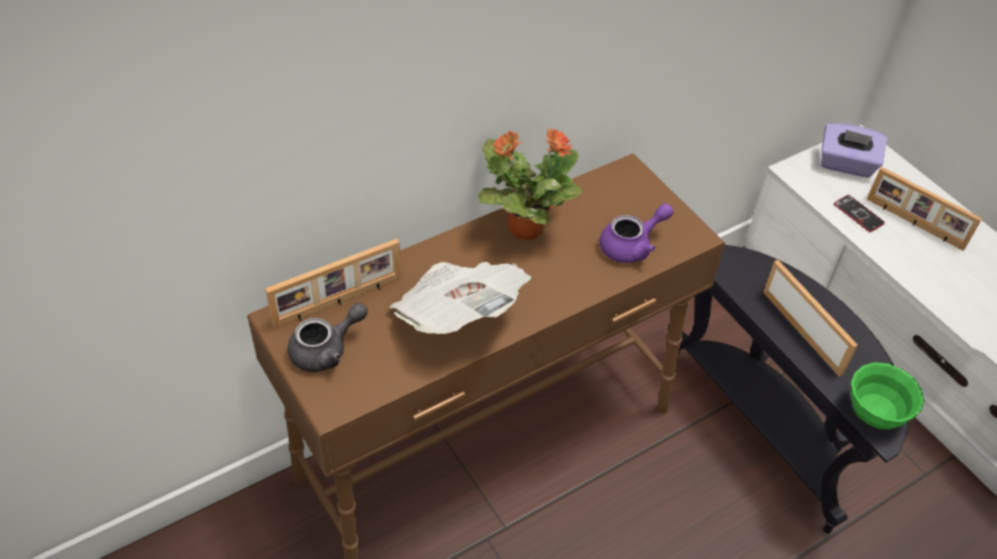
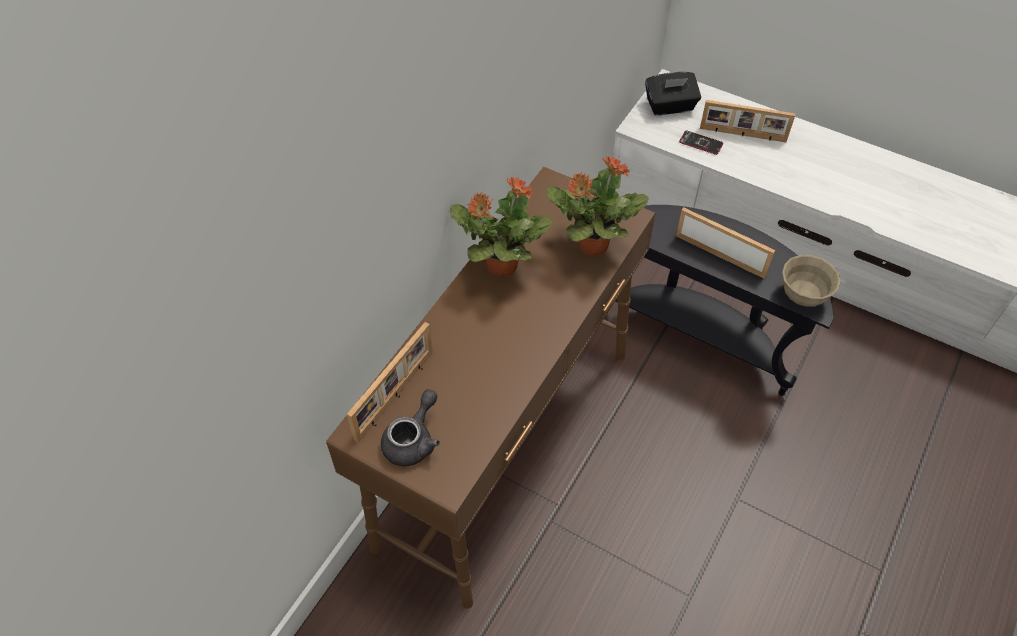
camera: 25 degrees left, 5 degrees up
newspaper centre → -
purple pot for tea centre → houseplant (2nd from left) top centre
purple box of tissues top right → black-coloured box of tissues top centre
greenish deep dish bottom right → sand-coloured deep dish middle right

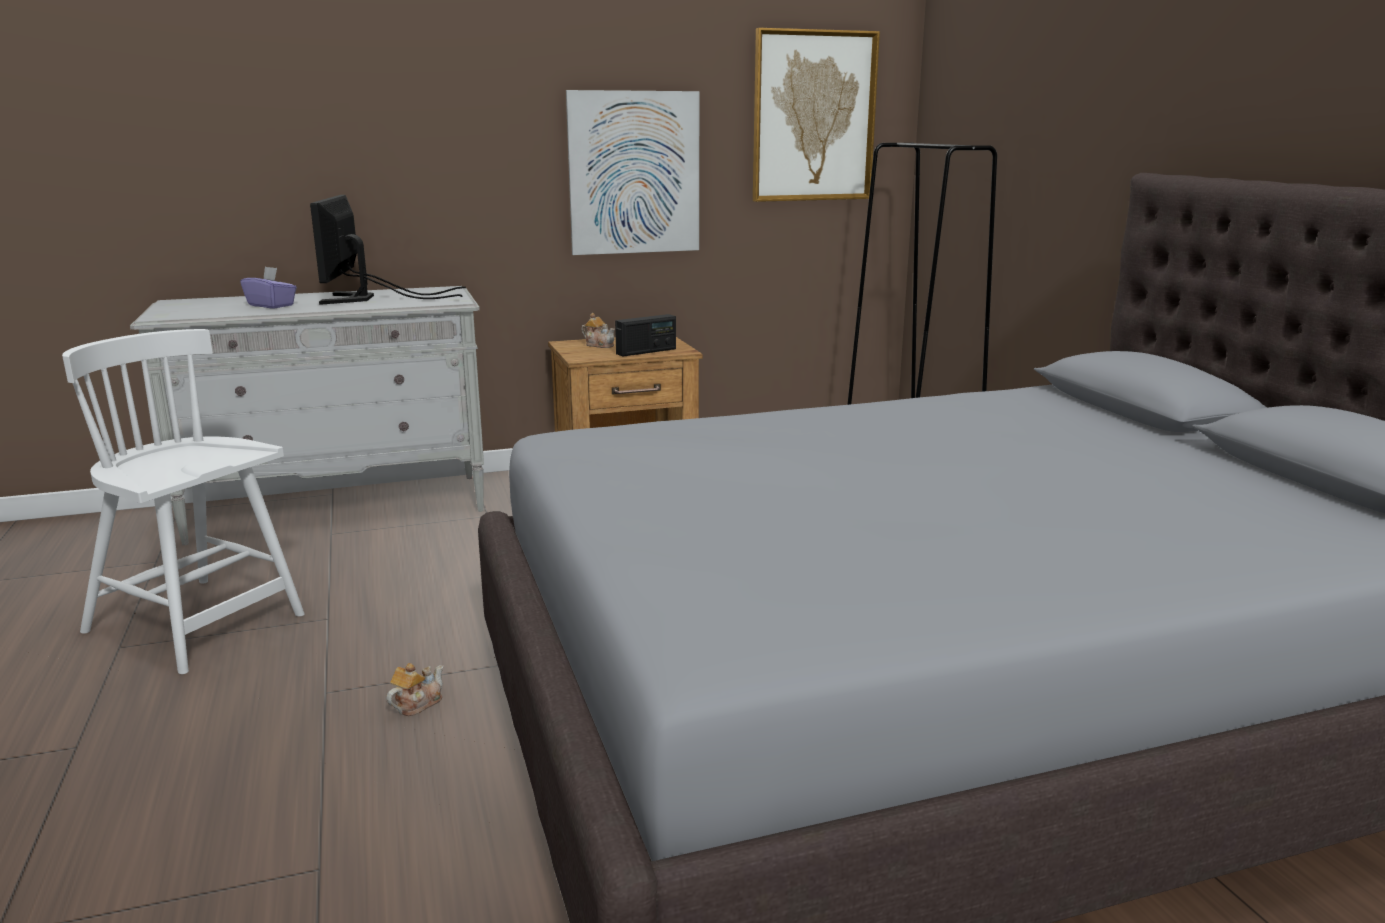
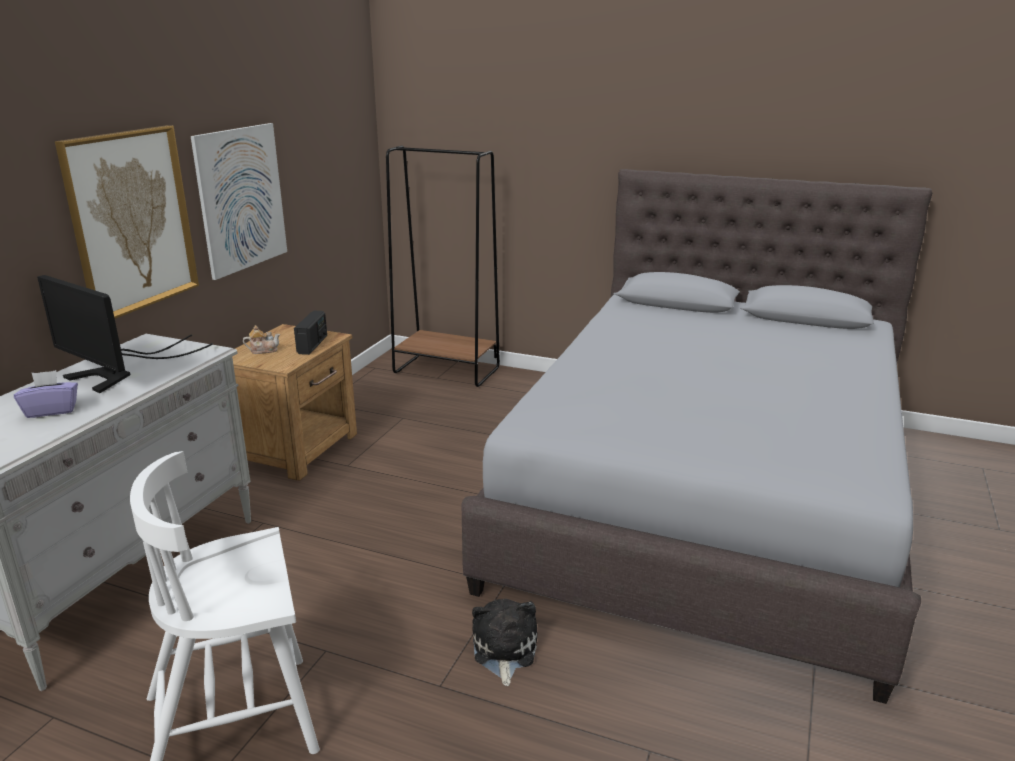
camera: 50 degrees left, 5 degrees up
wall art (2nd from left in the first image) top centre → wall art (1st from left) top left, move
pot for tea (1st from left) bottom left → soft toy bottom centre

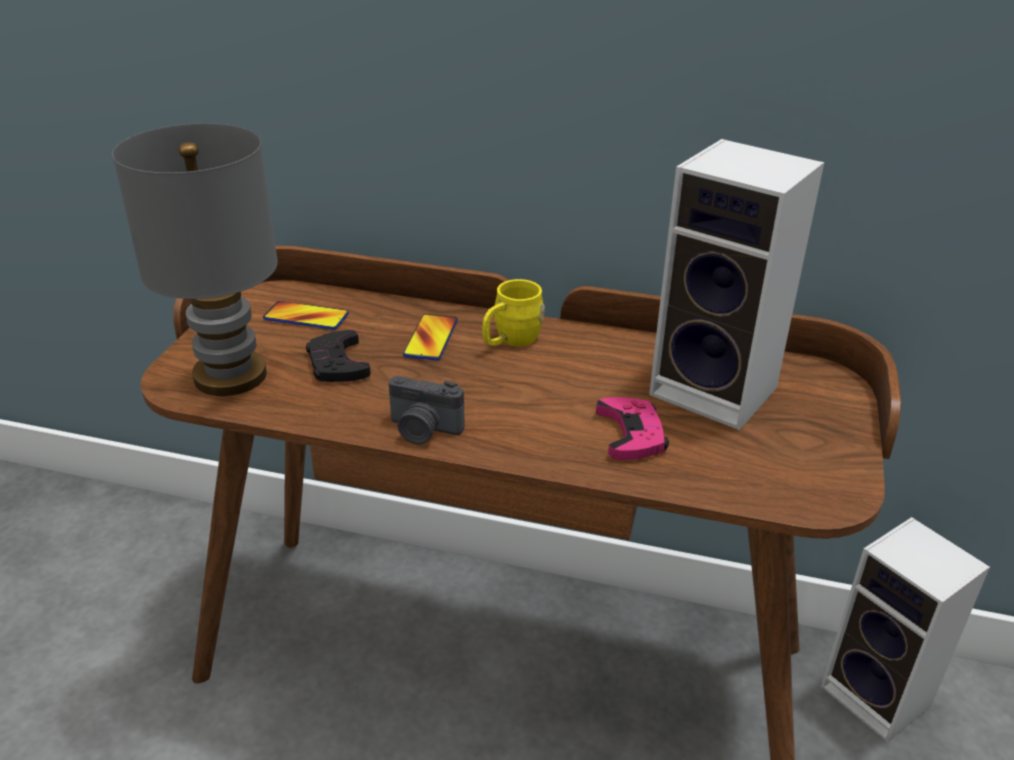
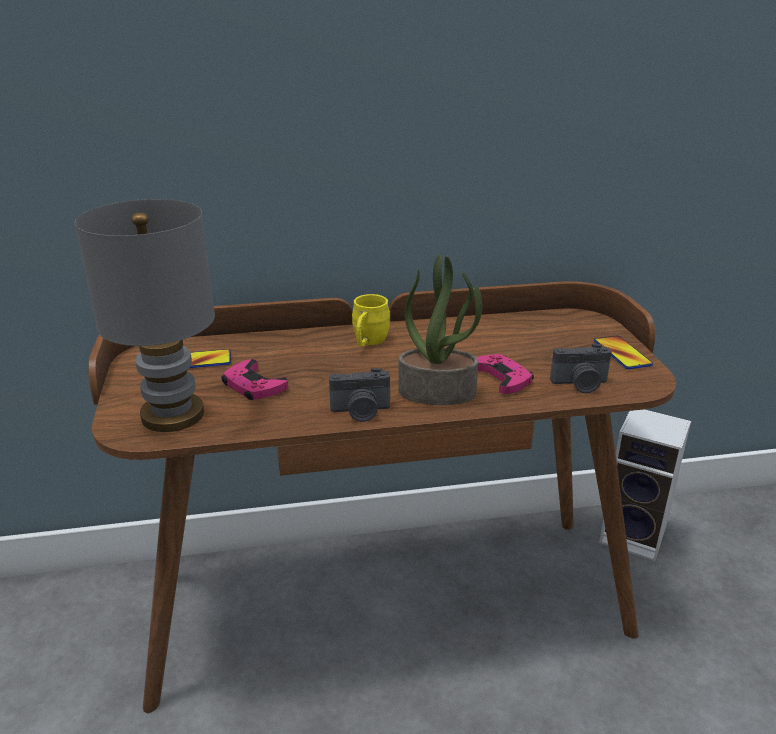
camera: 25 degrees left, 5 degrees down
audio speaker (1st from left) middle right → -
- → houseplant centre
- → still camera (2nd from left) middle right
telephone (2nd from left) centre → telephone (2nd from left) middle right, move
black-coloured game controller centre → pink-coloured game controller (1st from left) middle left

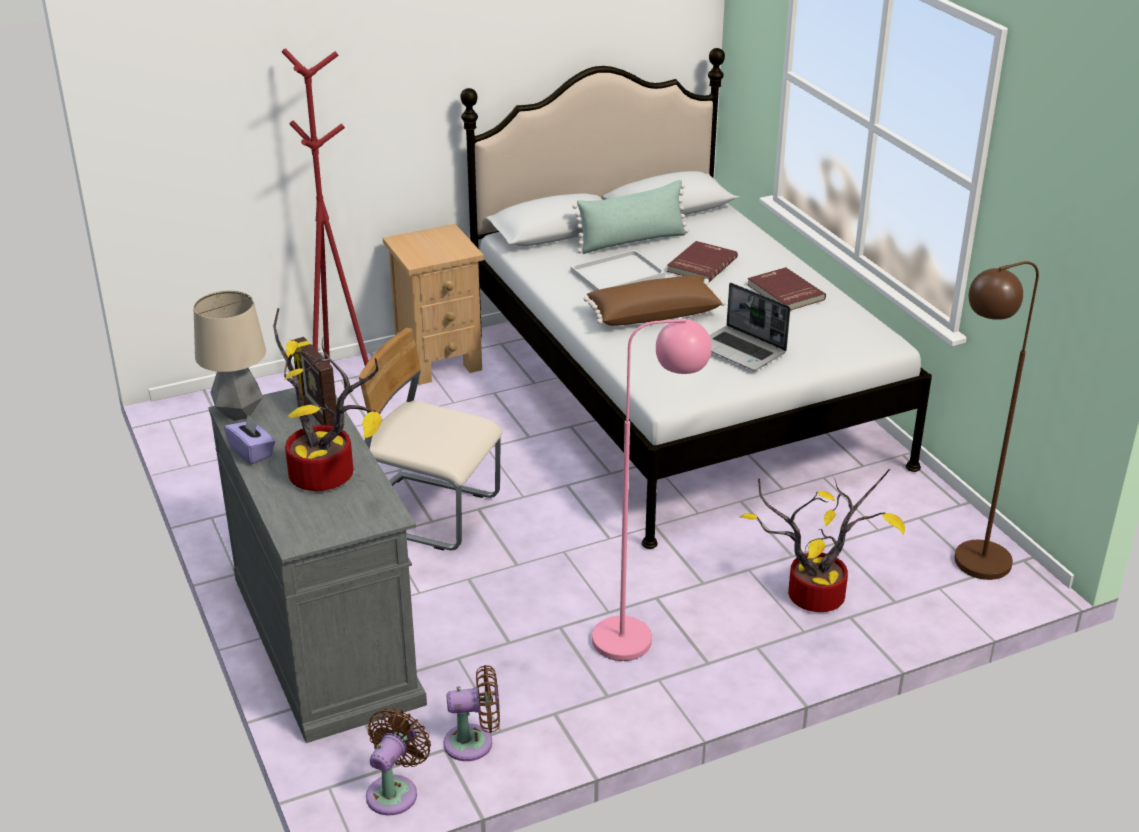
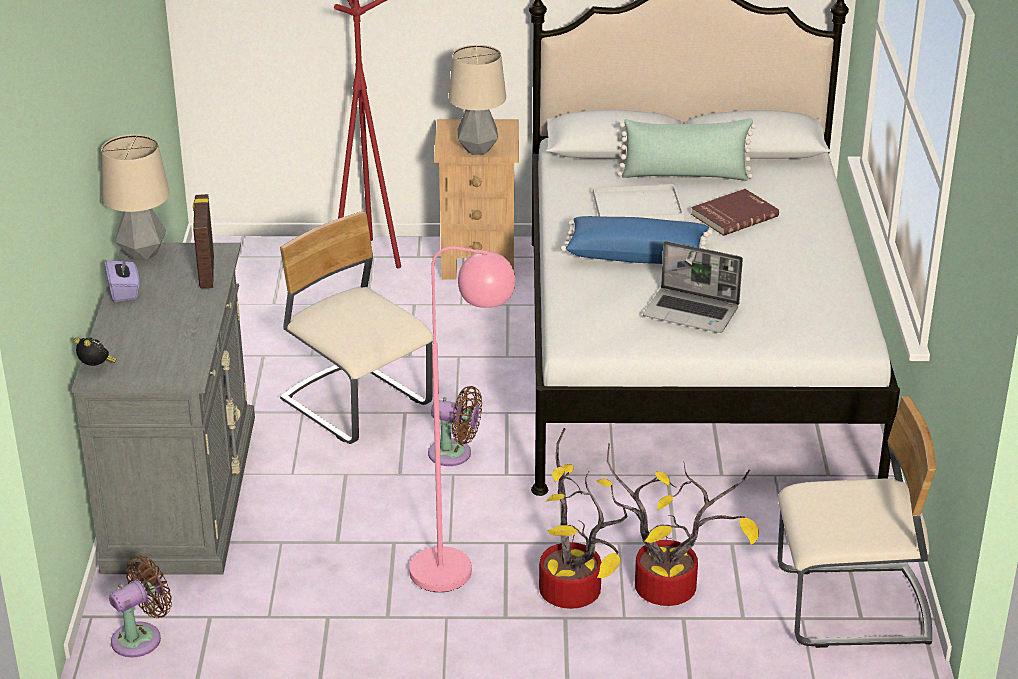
camera: 25 degrees right, 0 degrees up
red book (2nd from left) middle right → -
- → alarm clock middle left
- → lamp for a table (2nd from left) top centre
houseplant (1st from left) middle left → houseplant (1st from left) bottom centre, move
brownish electric fan (2nd from left) bottom centre → brownish electric fan (2nd from left) centre, move
brownish standard lamp middle right → sand-coloured chair (2nd from left) bottom right
brownish pillow centre → blue pillow centre
notebook computer centre → notebook computer middle right, 45 degrees counterclockwise

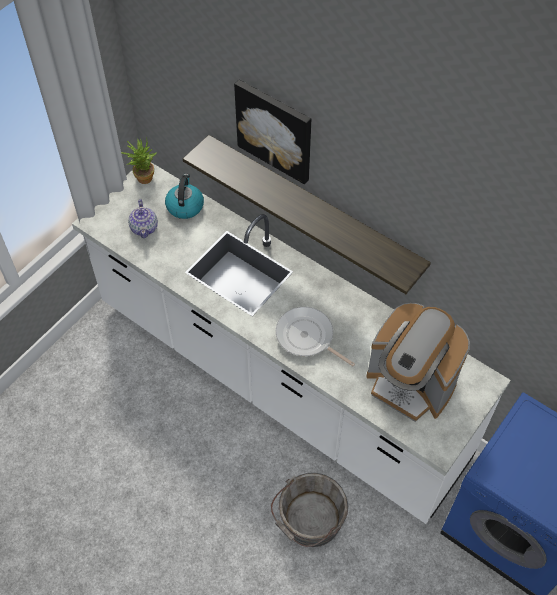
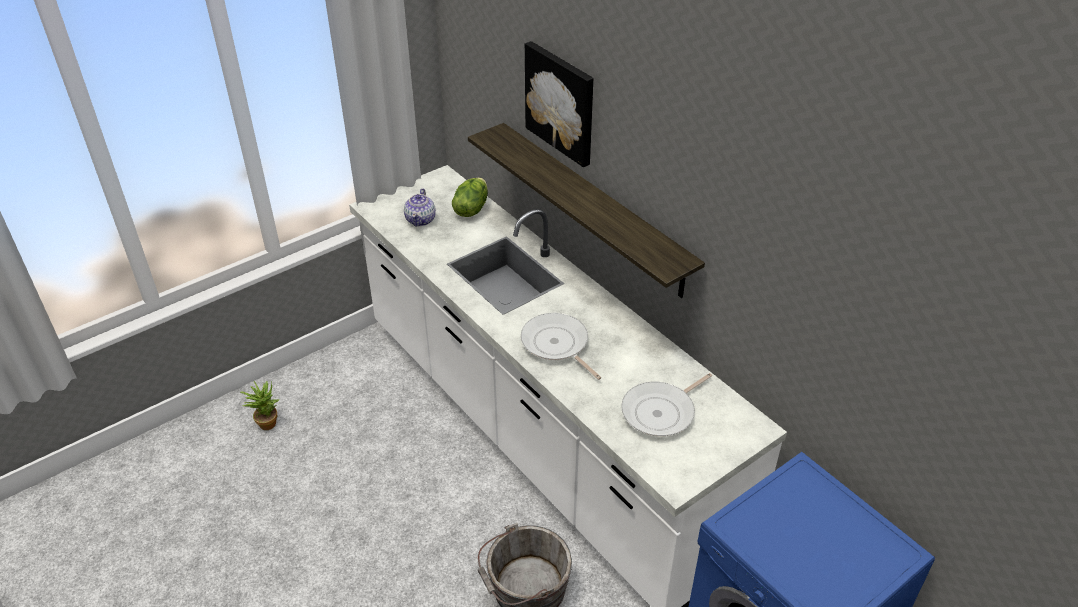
camera: 15 degrees right, 15 degrees down
houseplant top left → houseplant bottom left, move
water kettle top left → head of lettuce top centre
coffee maker middle right → pan (2nd from left) centre

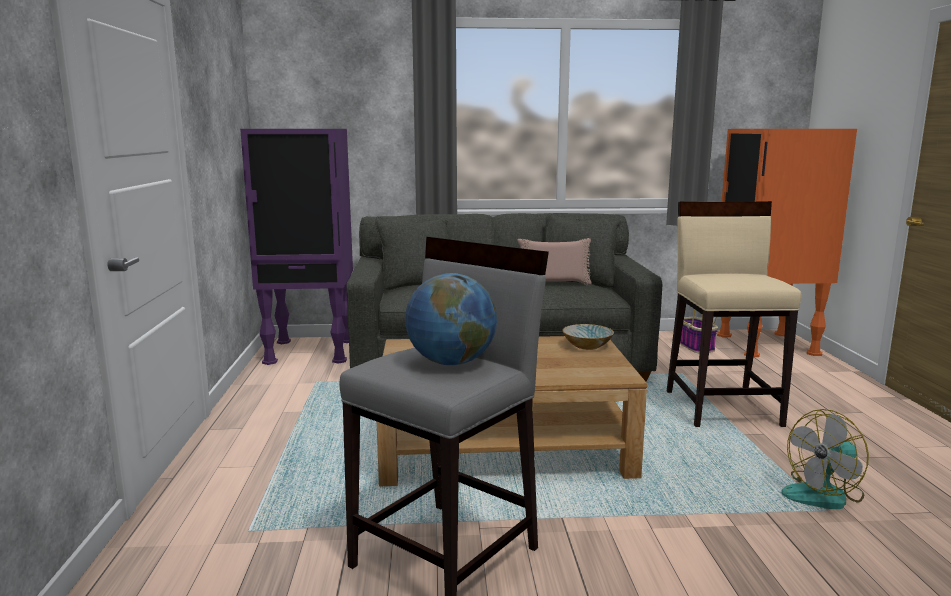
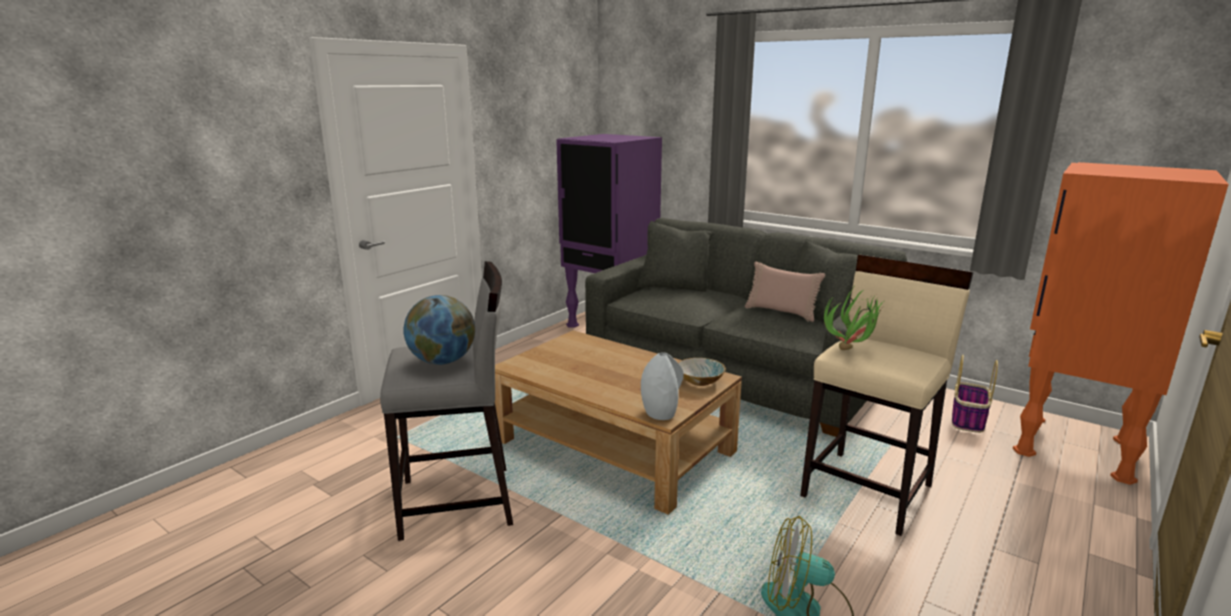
camera: 40 degrees right, 5 degrees up
- → grey vase centre
- → houseplant middle right

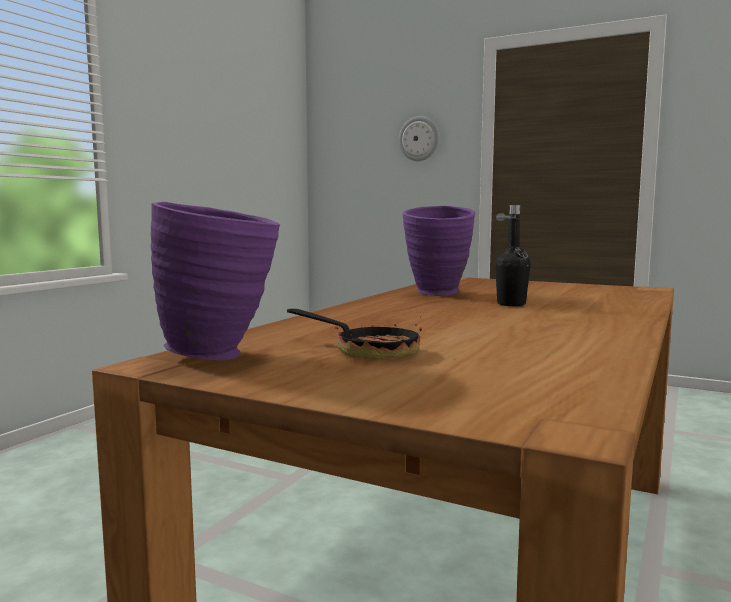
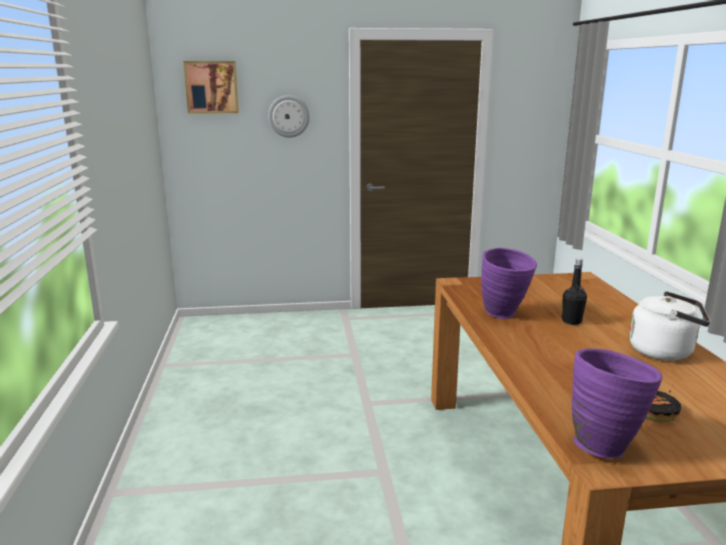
camera: 35 degrees left, 10 degrees up
- → wall art top left
- → whitish water kettle middle right

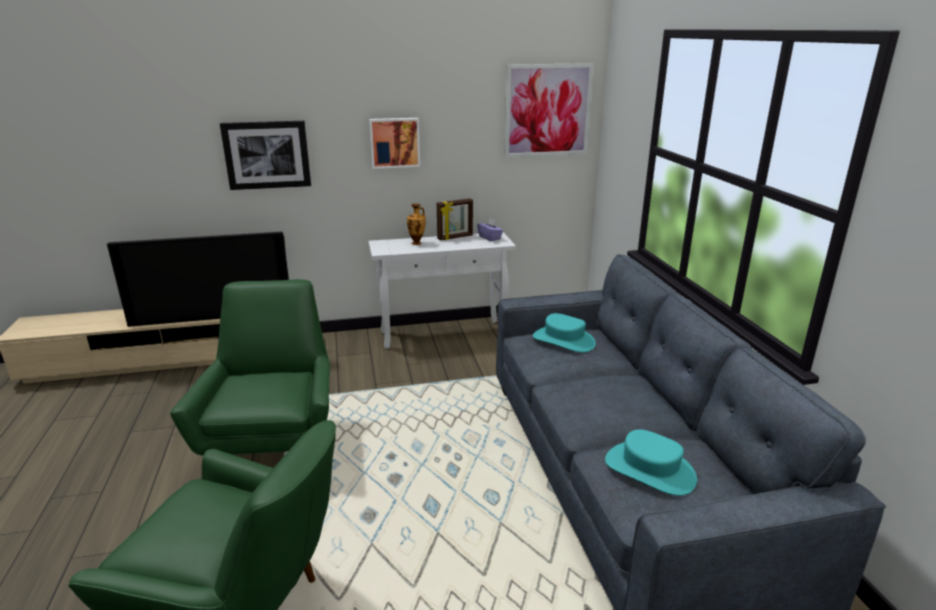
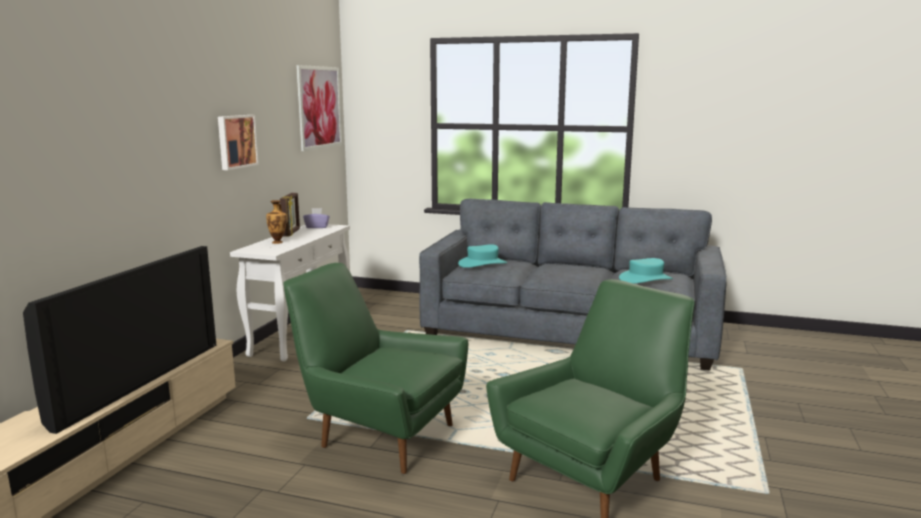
camera: 60 degrees left, 10 degrees down
wall art (1st from left) top left → -

